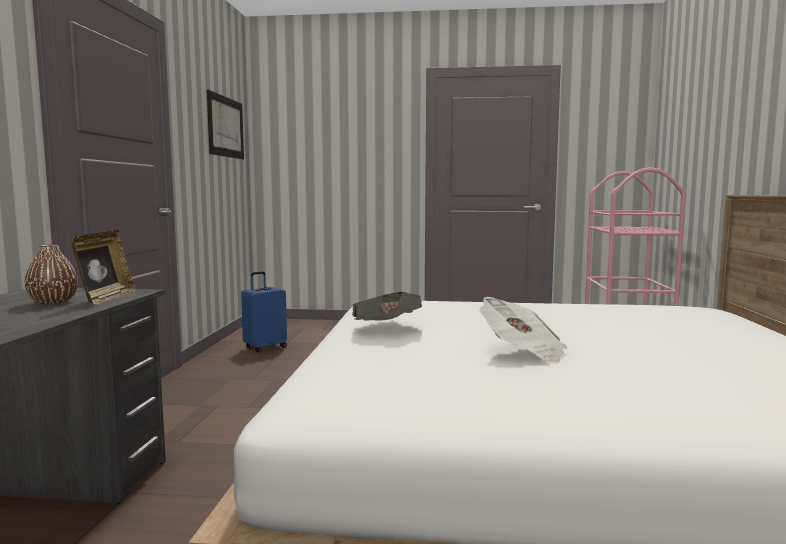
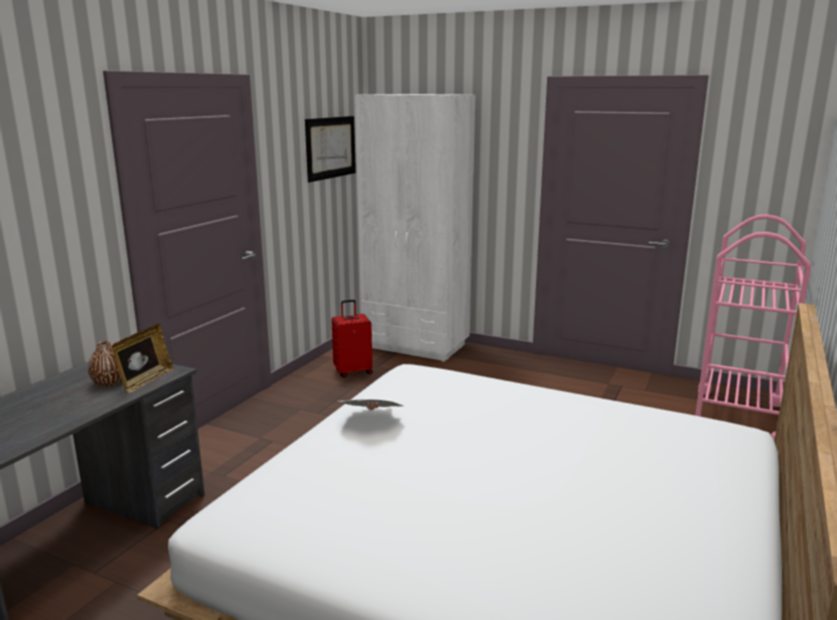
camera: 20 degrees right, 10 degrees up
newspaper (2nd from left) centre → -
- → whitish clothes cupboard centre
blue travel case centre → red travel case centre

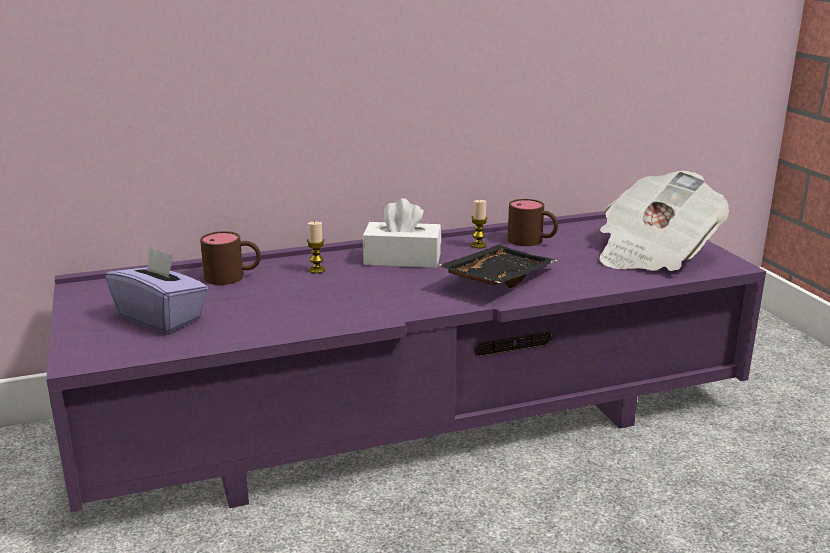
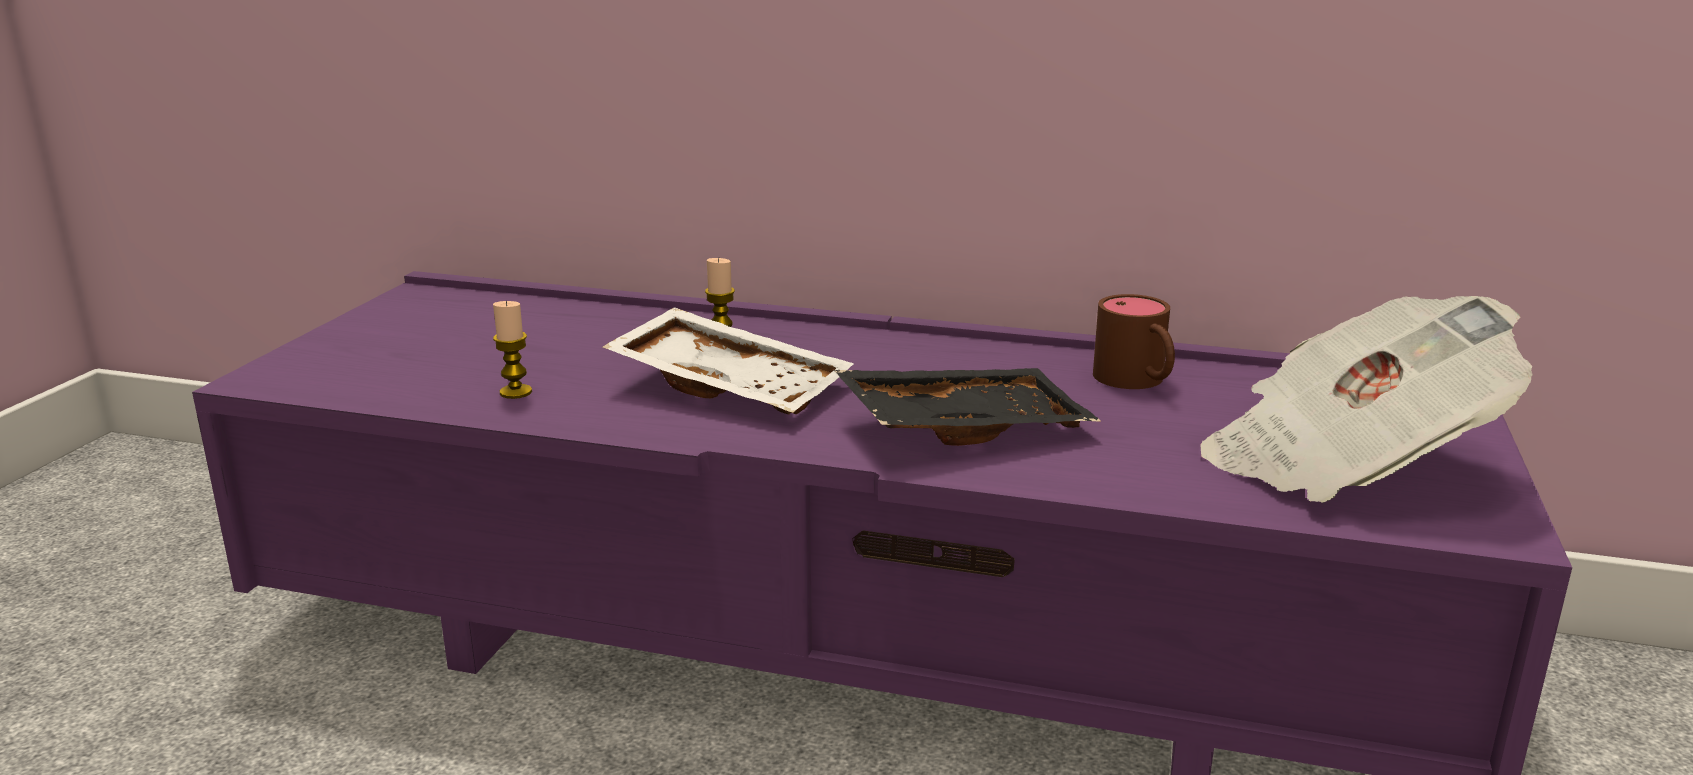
camera: 35 degrees right, 0 degrees up
purple box of tissues middle left → -
brownish mug (1st from left) middle left → -
whitish box of tissues centre → -
- → whitish serving tray centre
wax light (2nd from left in the first image) centre → wax light (1st from left) middle left, move

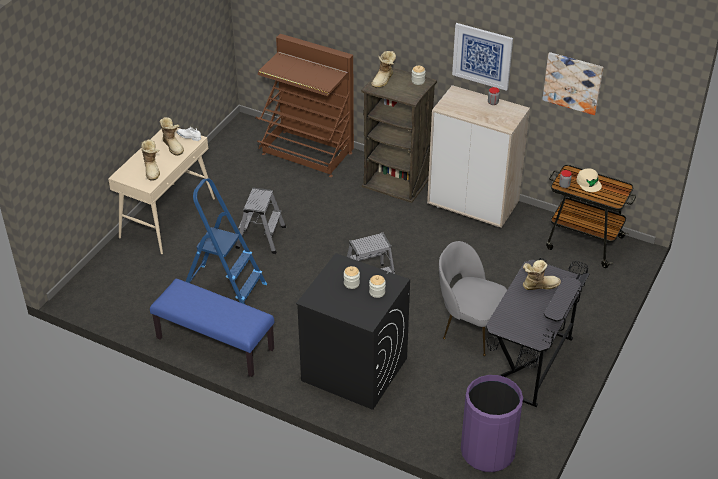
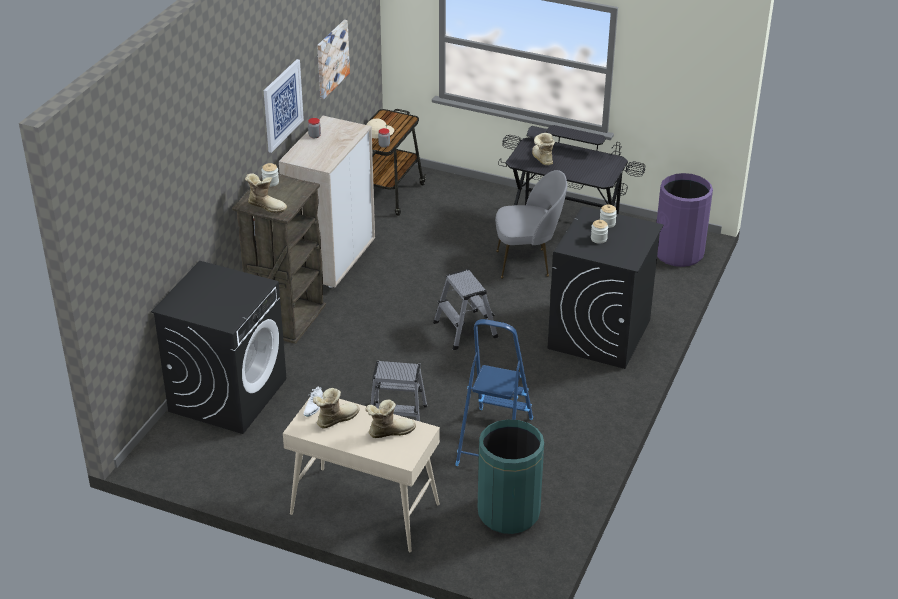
camera: 95 degrees left, 5 degrees down
blue long seat bottom left → -
- → greenish trash can bottom centre
brownish shoe shelf top centre → black-coloured washing machine (1st from left) middle left
grey chair centre, 120 degrees counterclockwise

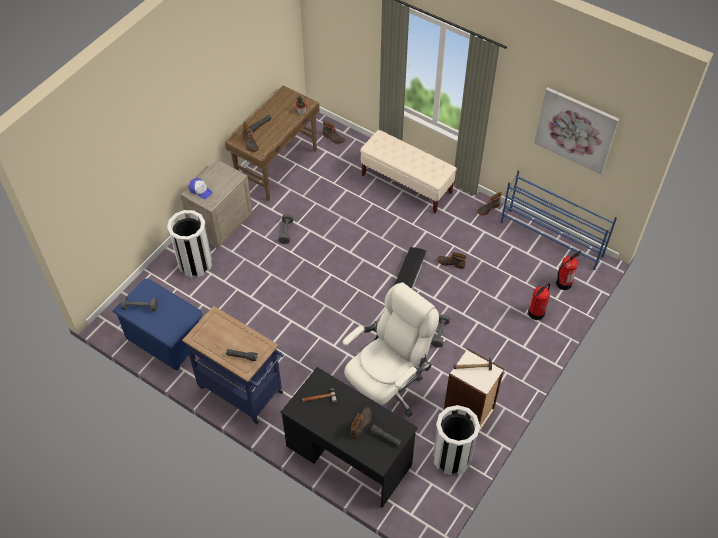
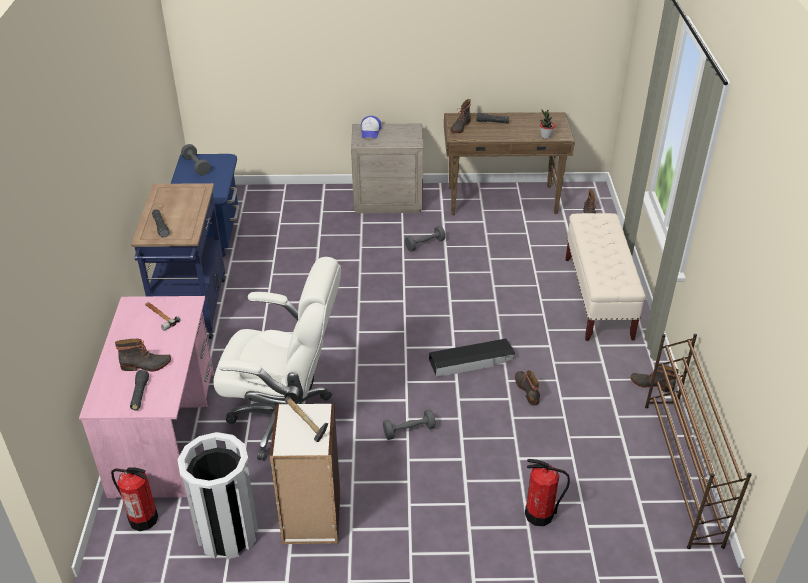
camera: 55 degrees right, 15 degrees down
whitish trash can (1st from left) middle left → -
wall art top right → -
extinguisher (2nd from left in the first image) middle right → extinguisher (1st from left) bottom left, move
black-coloured desk unit bottom centre → pink-coloured desk unit bottom left
blue shoe shelf middle right → brownish shoe shelf bottom right

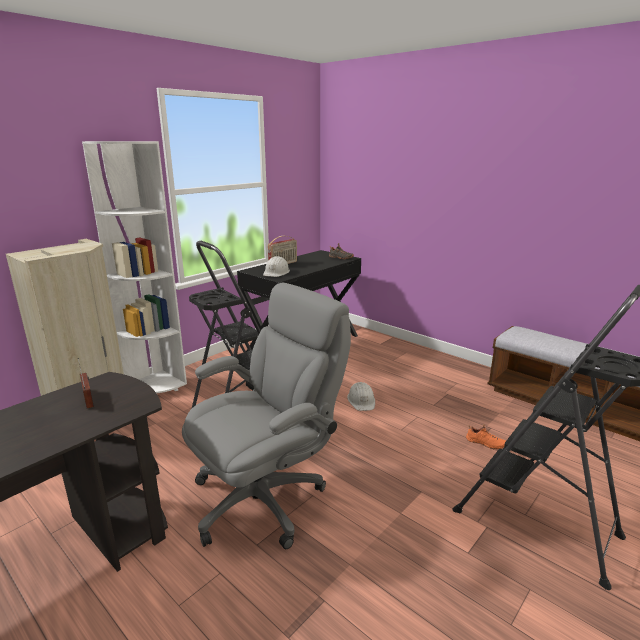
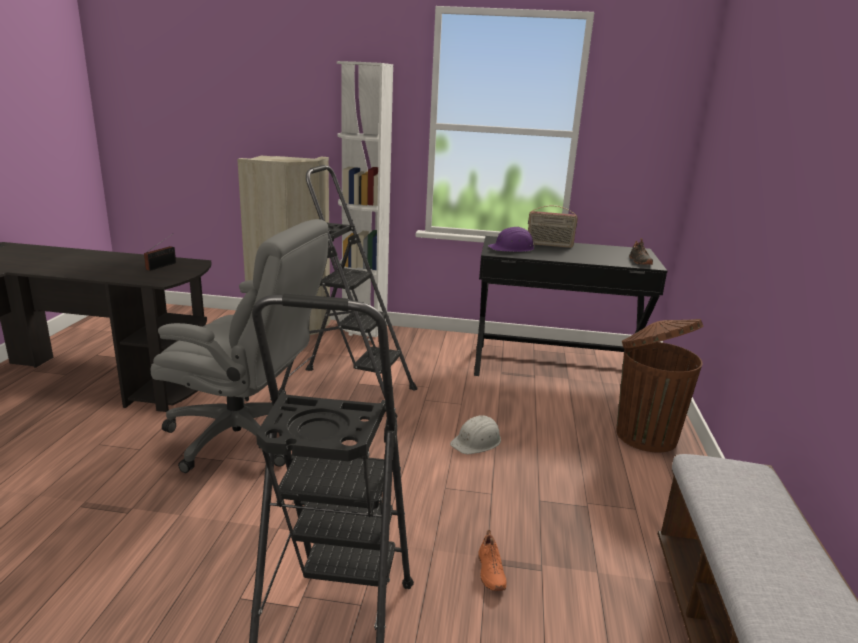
camera: 55 degrees right, 0 degrees up
- → brownish trash can middle right
whitish work helmet (1st from left) centre → purple work helmet centre

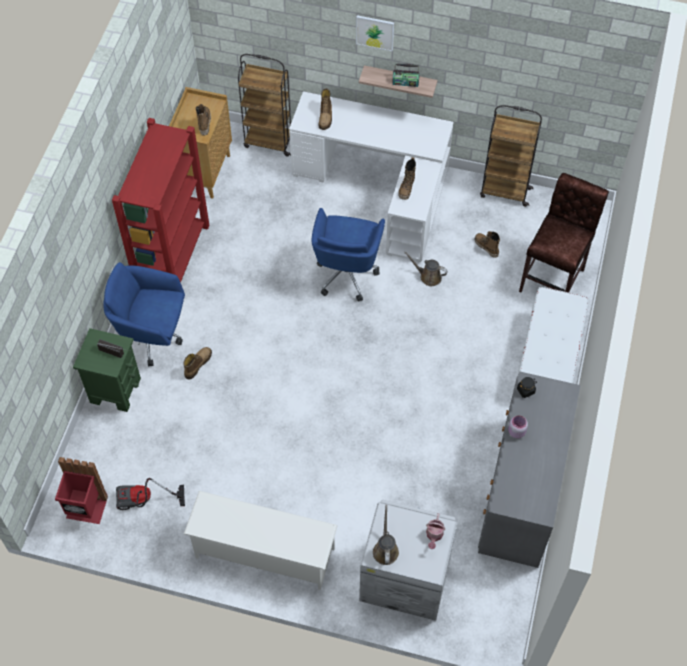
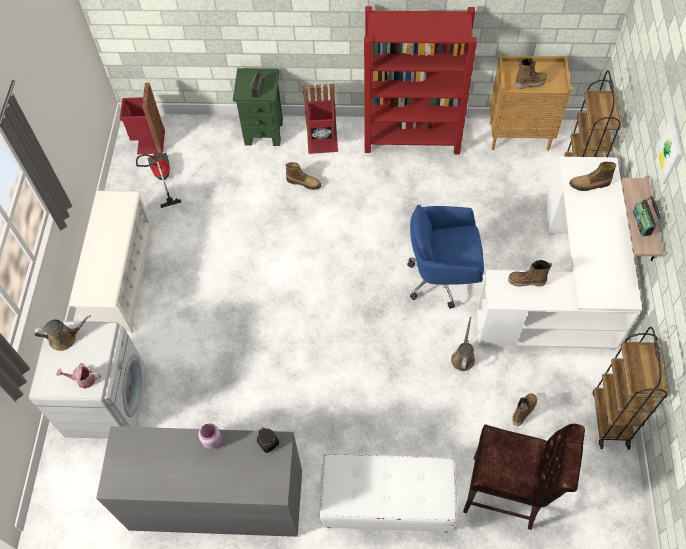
camera: 80 degrees right, 0 degrees up
blue desk chair (1st from left) middle left → red trash can (2nd from left) top centre

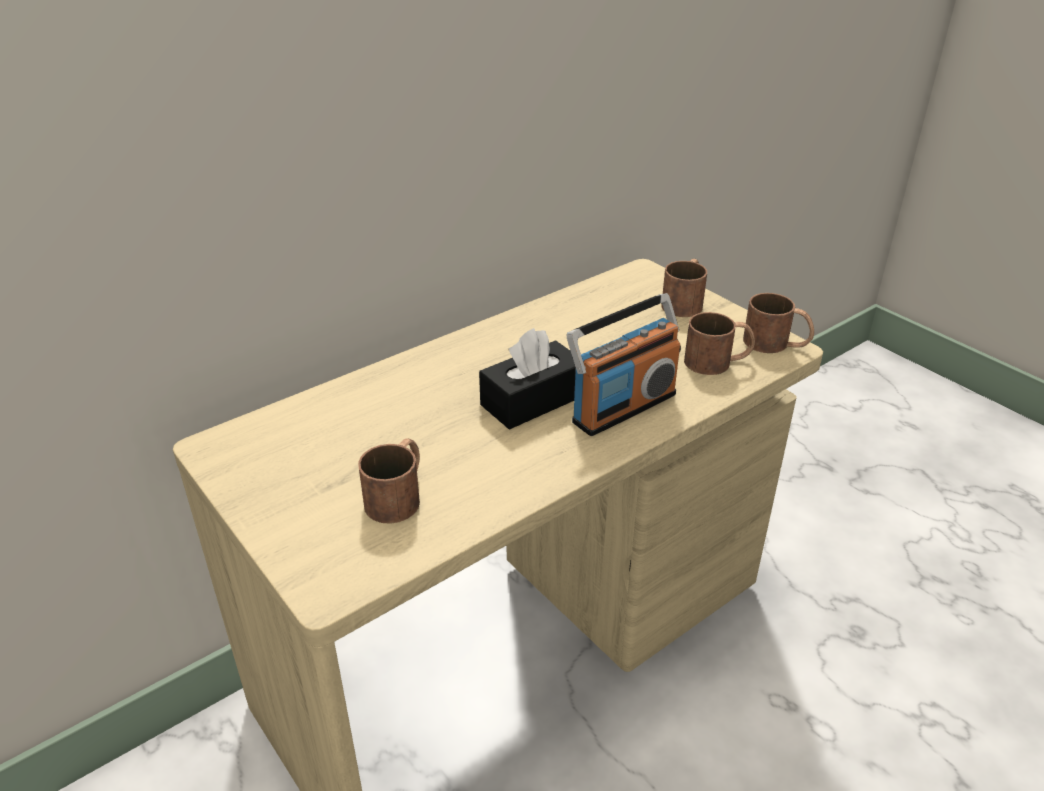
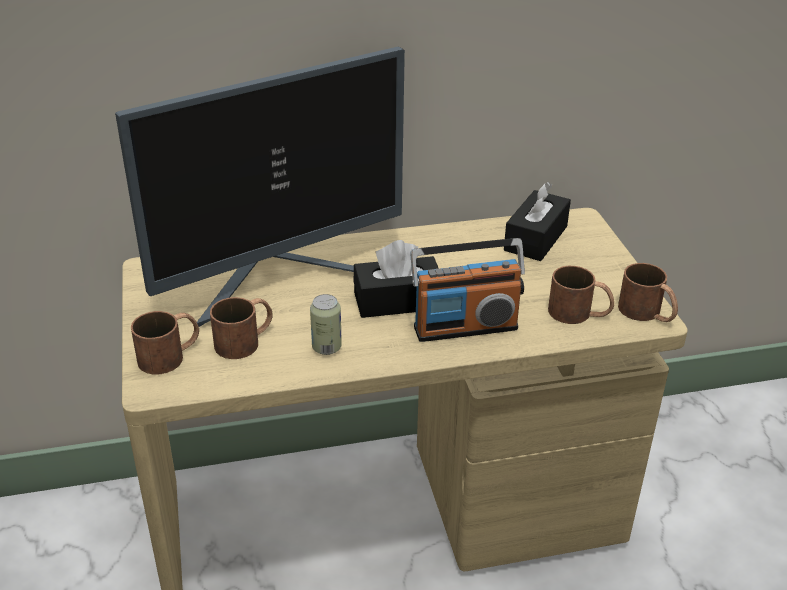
camera: 25 degrees right, 0 degrees up
- → monitor top left
- → can centre
- → black-coloured box of tissues (2nd from left) middle right
brownish mug (2nd from left in the first image) centre → brownish mug (1st from left) middle left, move

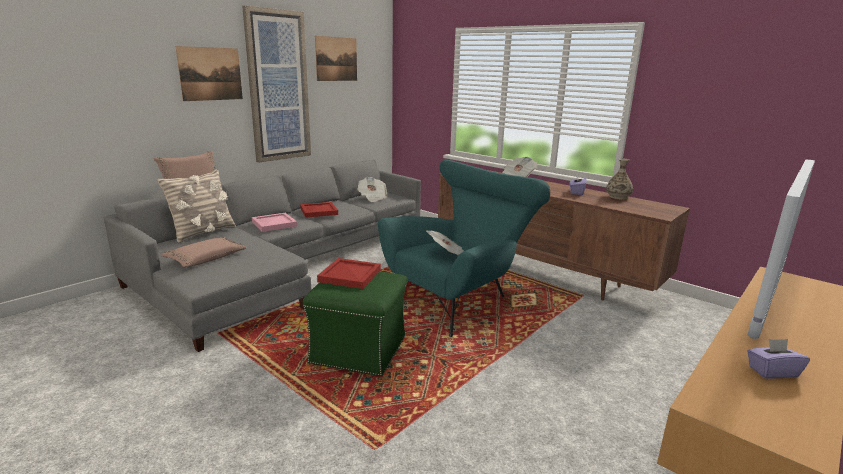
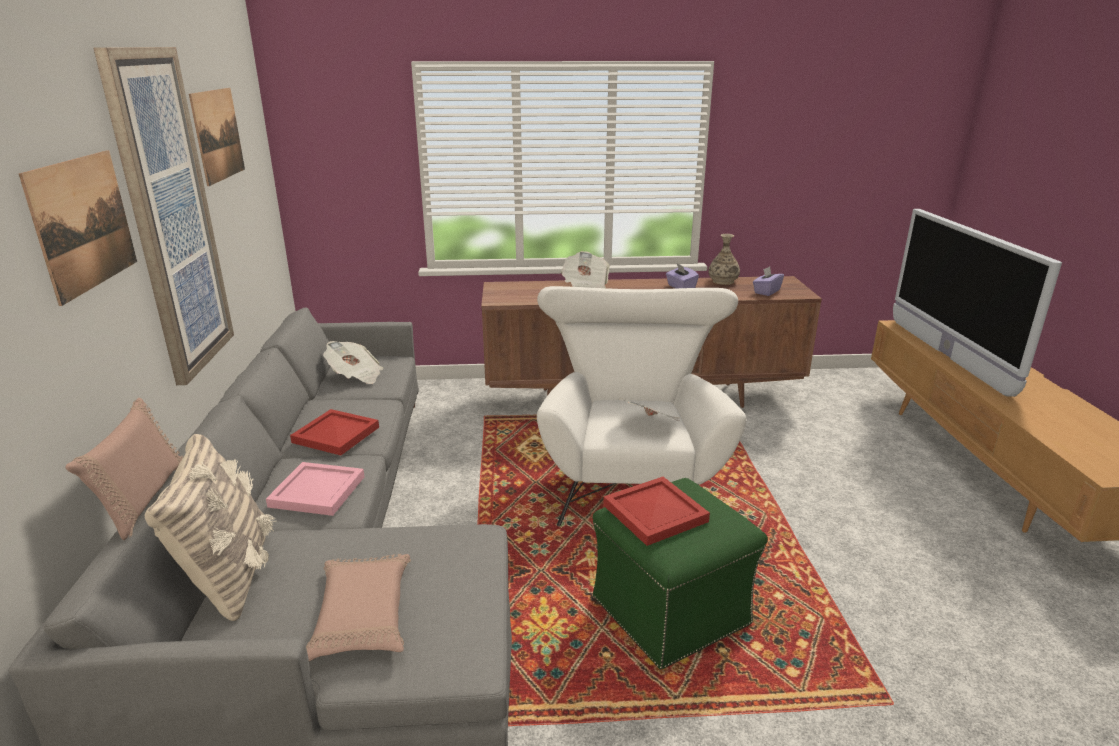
camera: 45 degrees left, 5 degrees up
purple box of tissues (2nd from left) bottom right → purple box of tissues (2nd from left) middle right, move
turquoise-coloured lounge chair centre → whitish lounge chair centre

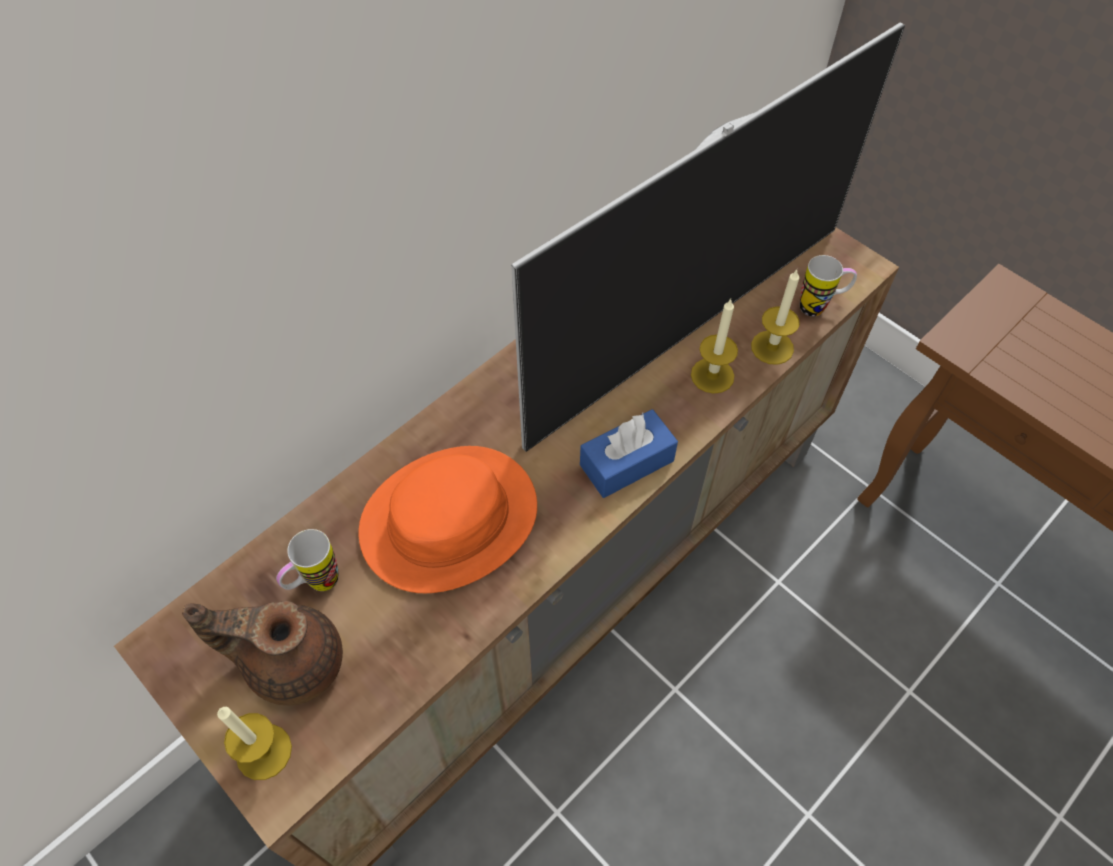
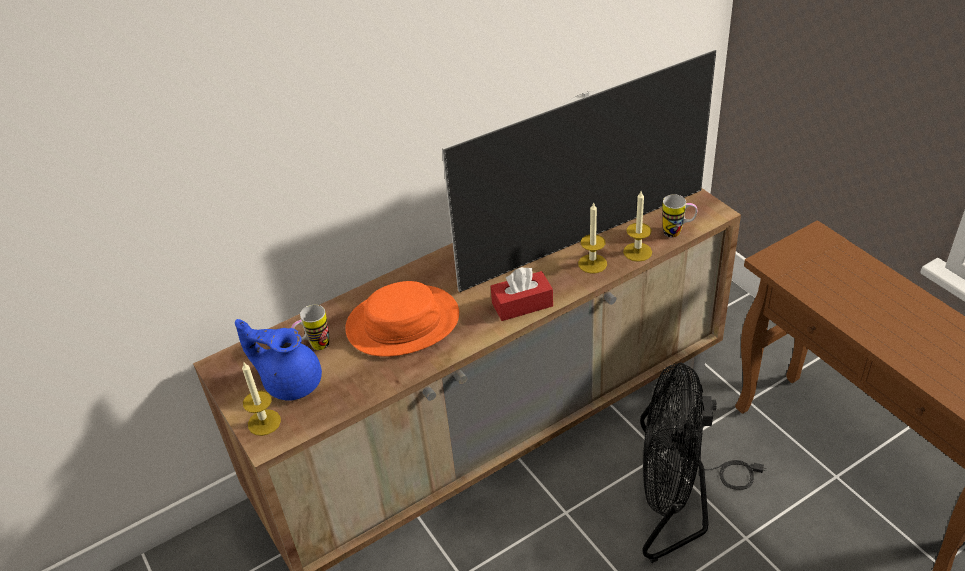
camera: 15 degrees right, 15 degrees down
- → black-coloured electric fan bottom right
brownish pot for tea bottom left → blue pot for tea middle left
blue box of tissues centre → red box of tissues centre

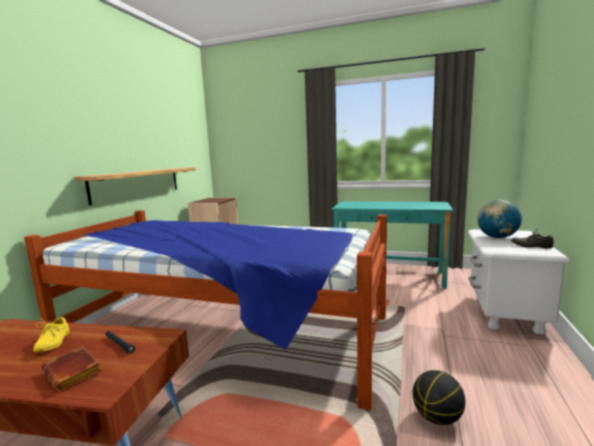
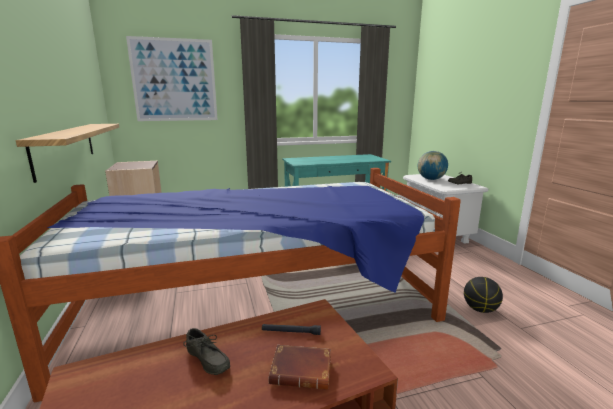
camera: 35 degrees left, 5 degrees up
- → wall art top left
yellow low shoe bottom left → grey low shoe (1st from left) bottom centre

